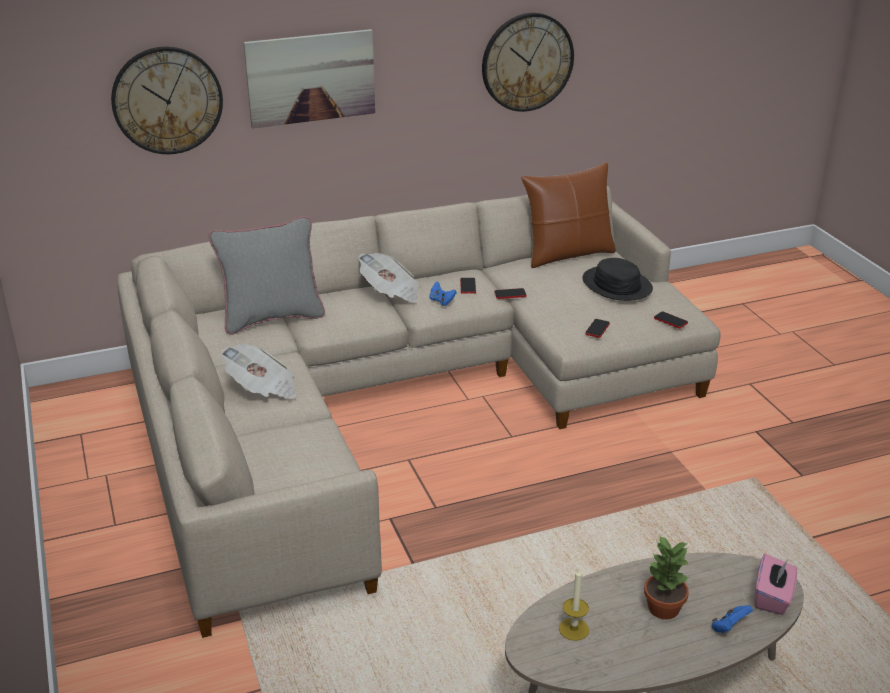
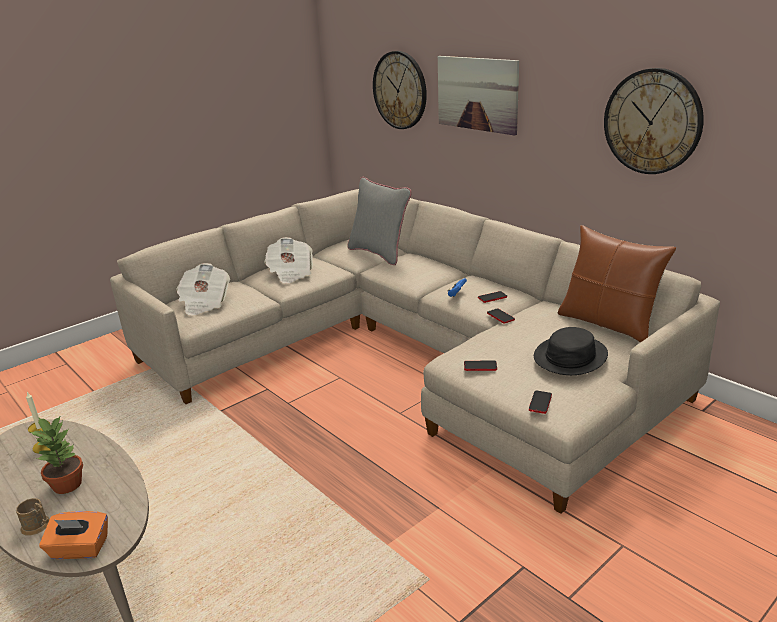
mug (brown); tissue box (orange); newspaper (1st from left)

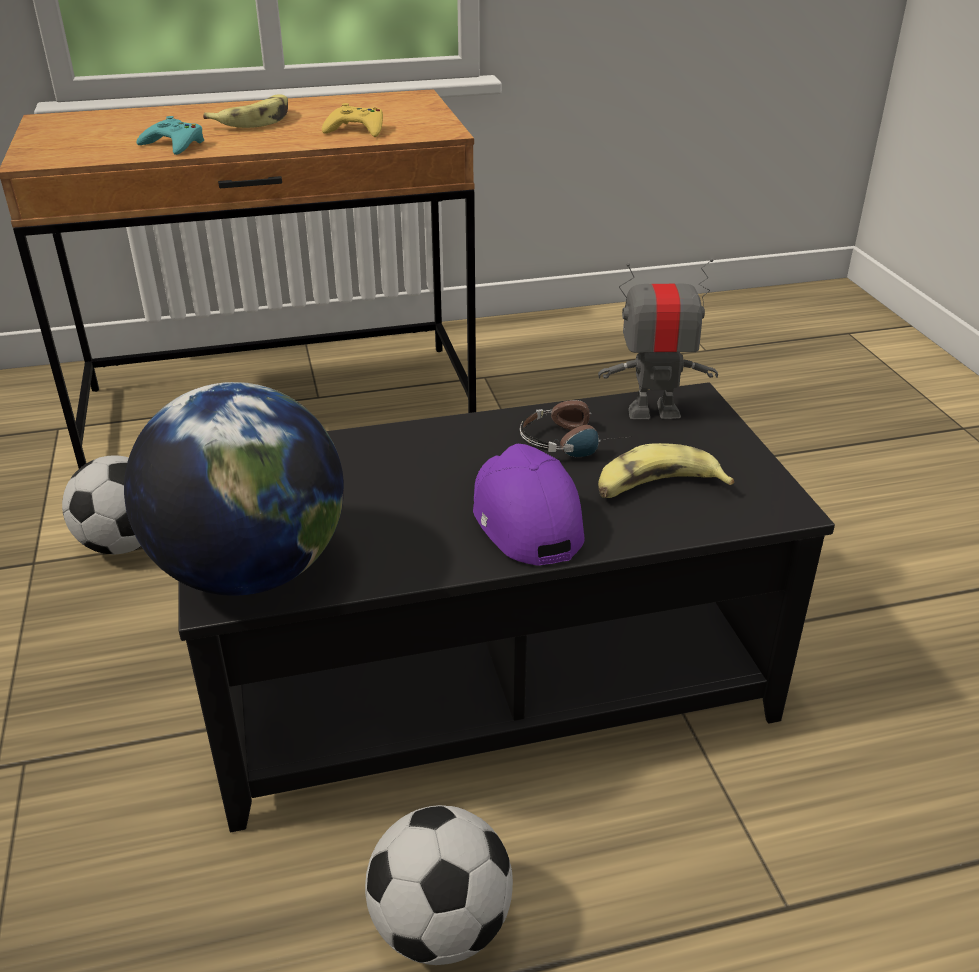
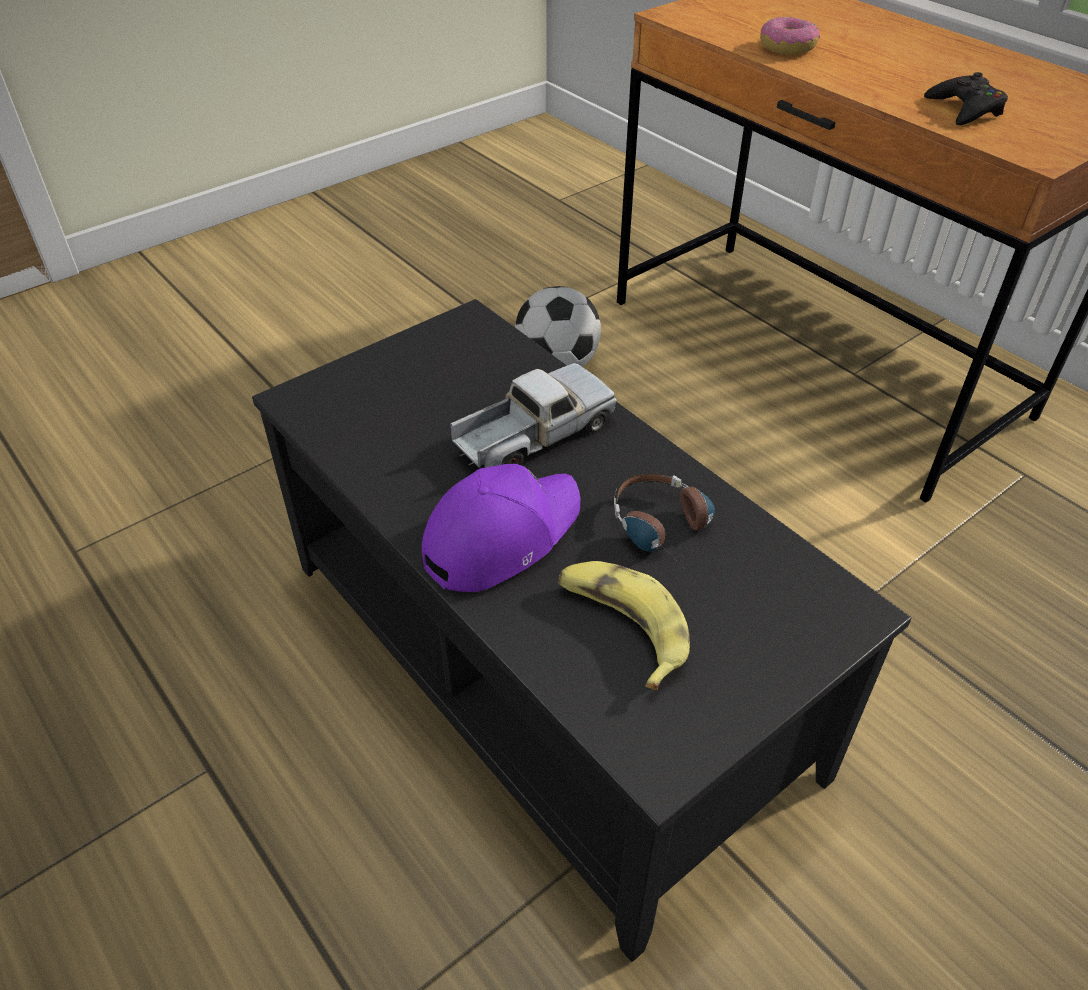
toy truck; donut; game controller (black); globe; banana (1st from left in the first image); football (2nd from left in the first image); toy robot

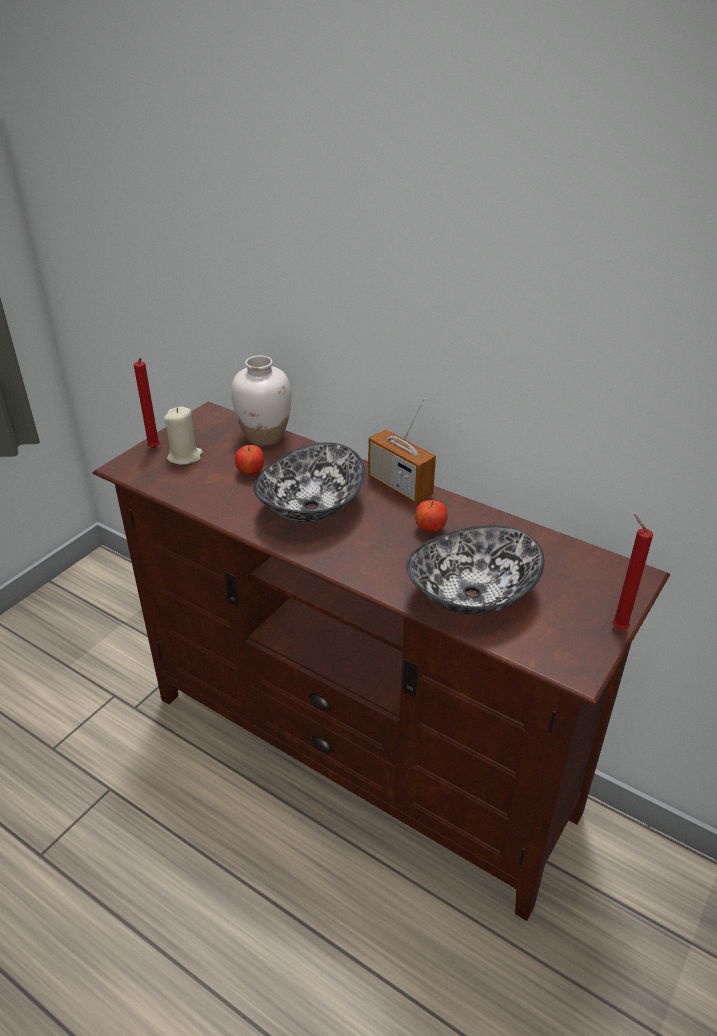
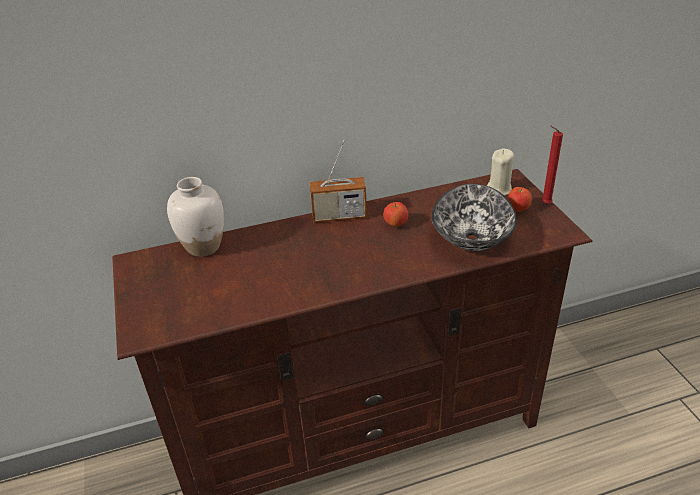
candle (beige); apple (2nd from left); candle (red) (1st from left in the first image); bowl (1st from left in the first image)

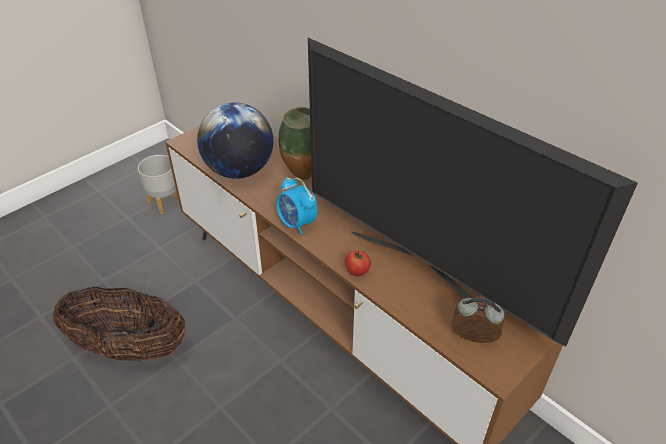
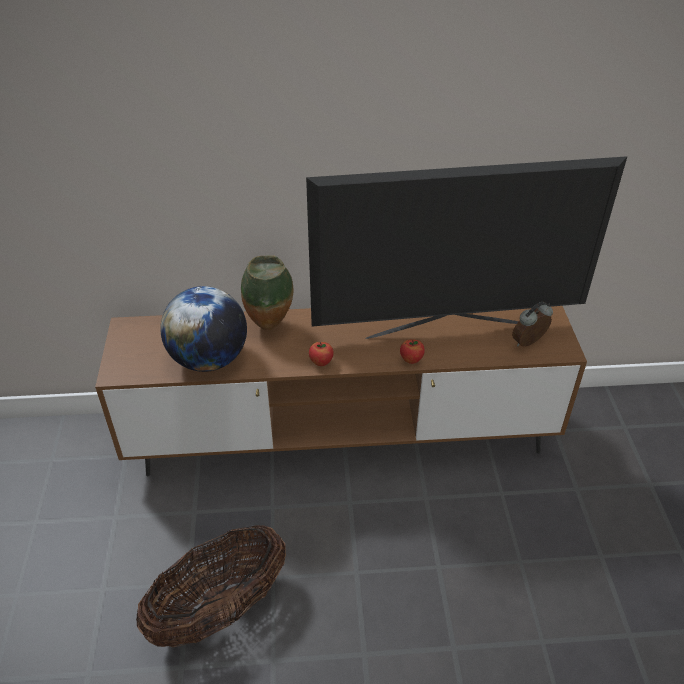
apple (1st from left); planter (grey)

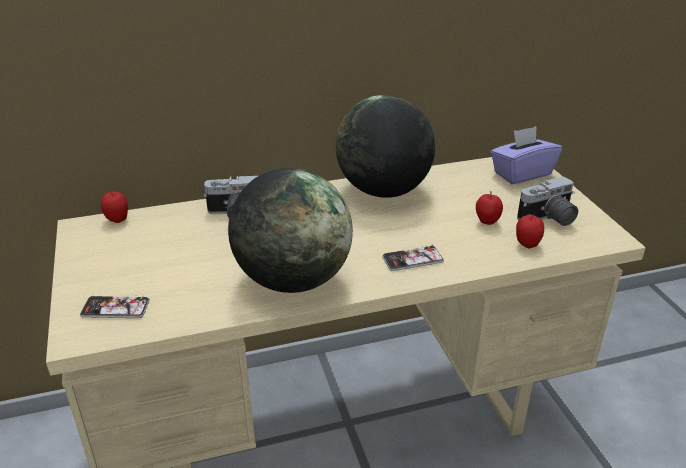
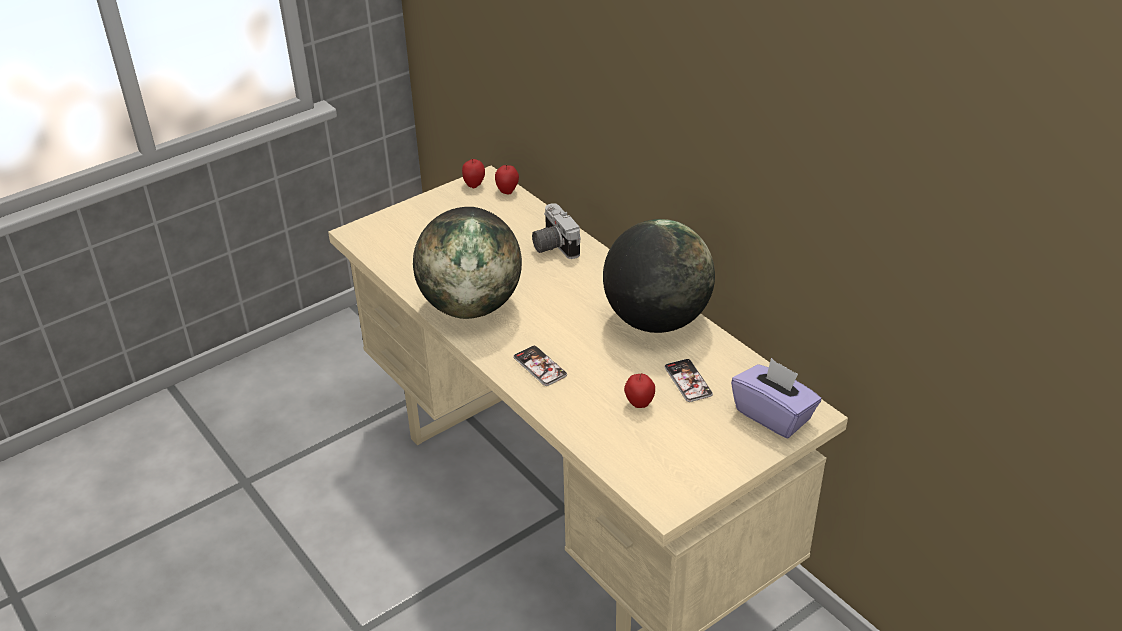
apple (1st from left); phone (2nd from left); photo camera (2nd from left in the first image)

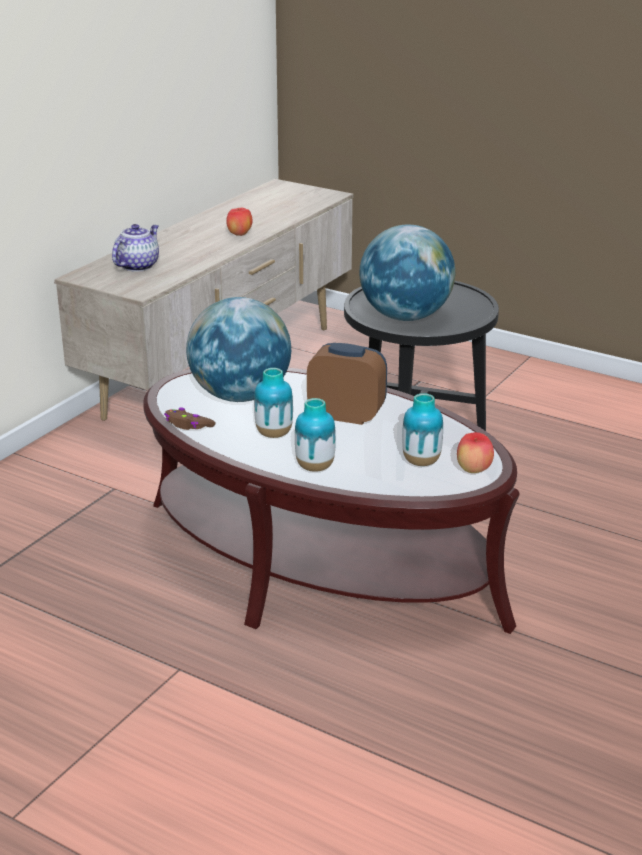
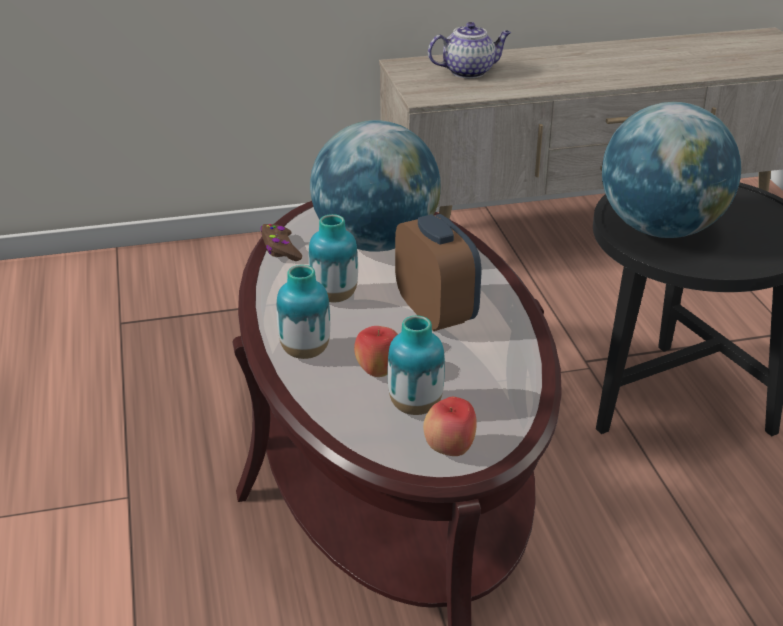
apple (1st from left)

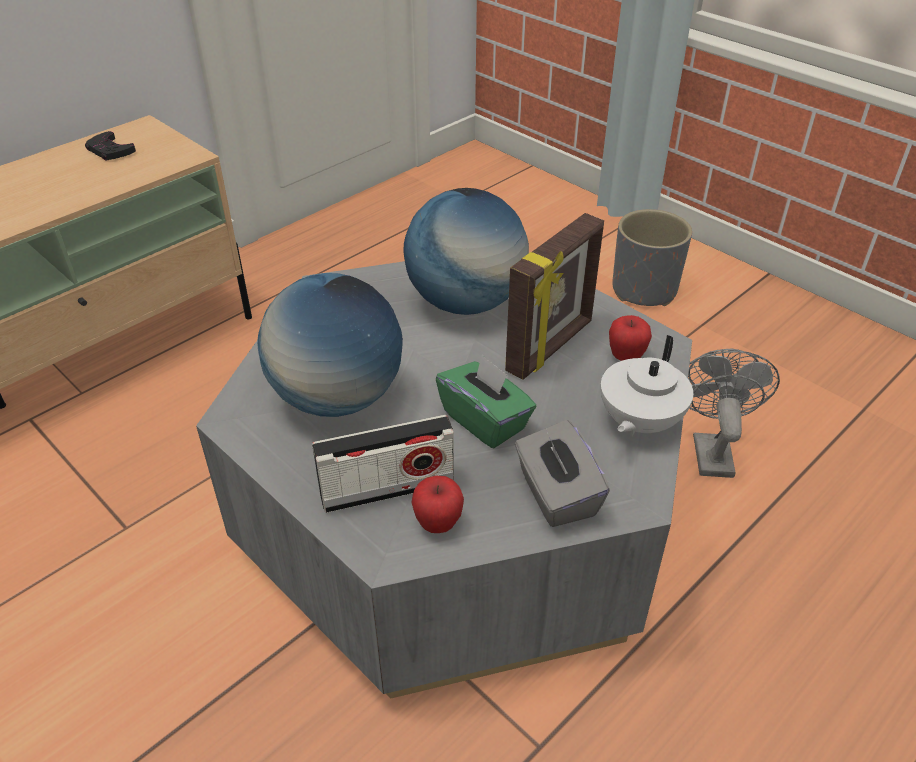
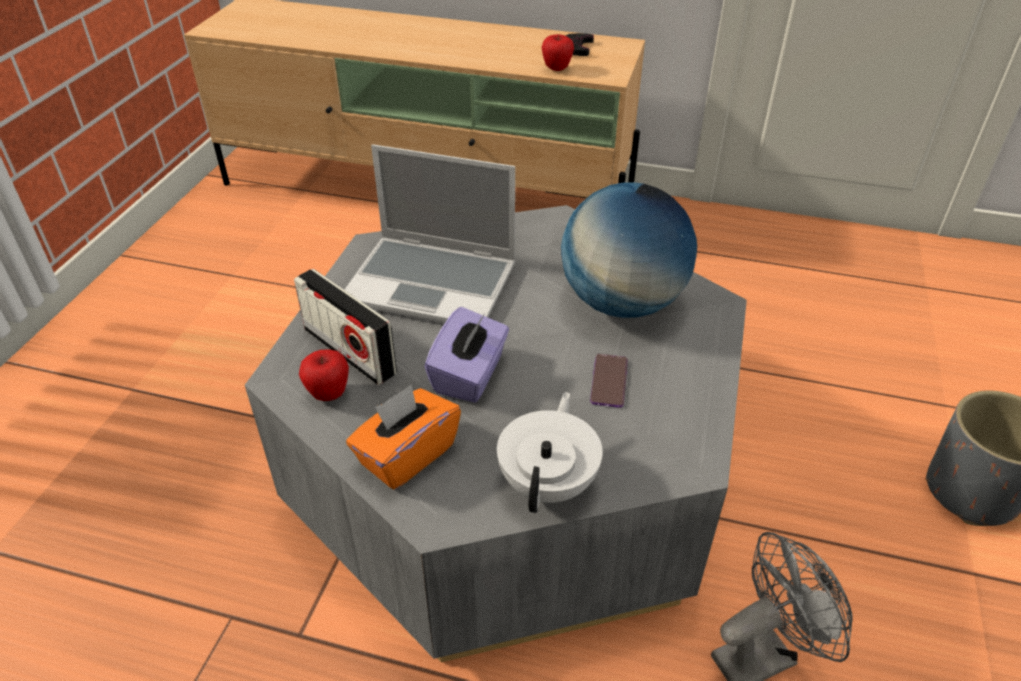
laptop; tissue box (orange); tissue box (purple); teapot (white); apple (2nd from left); phone

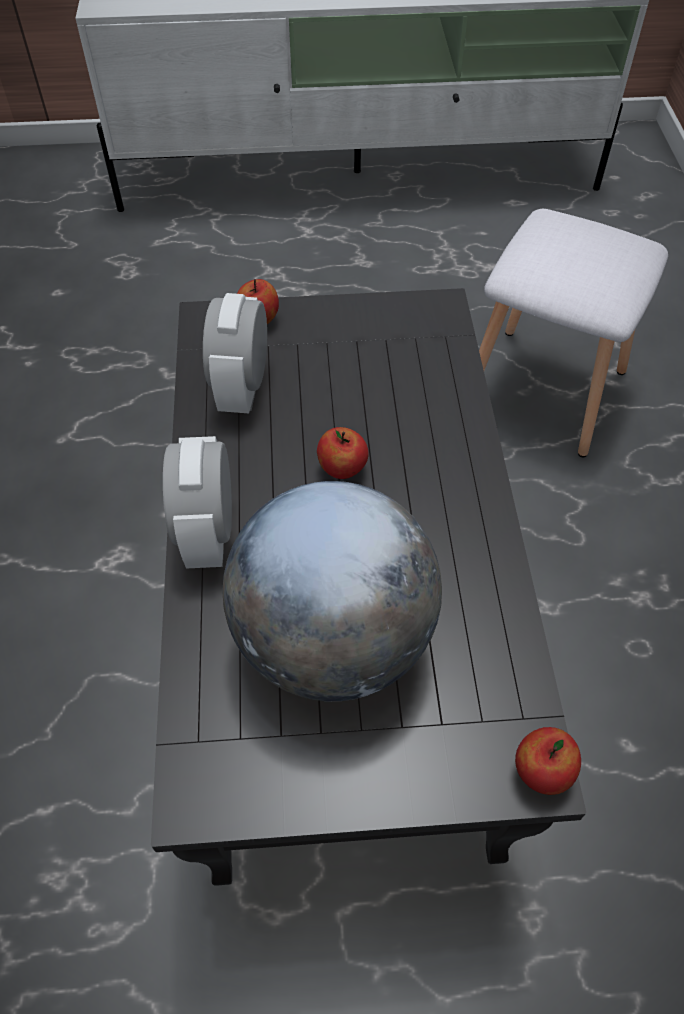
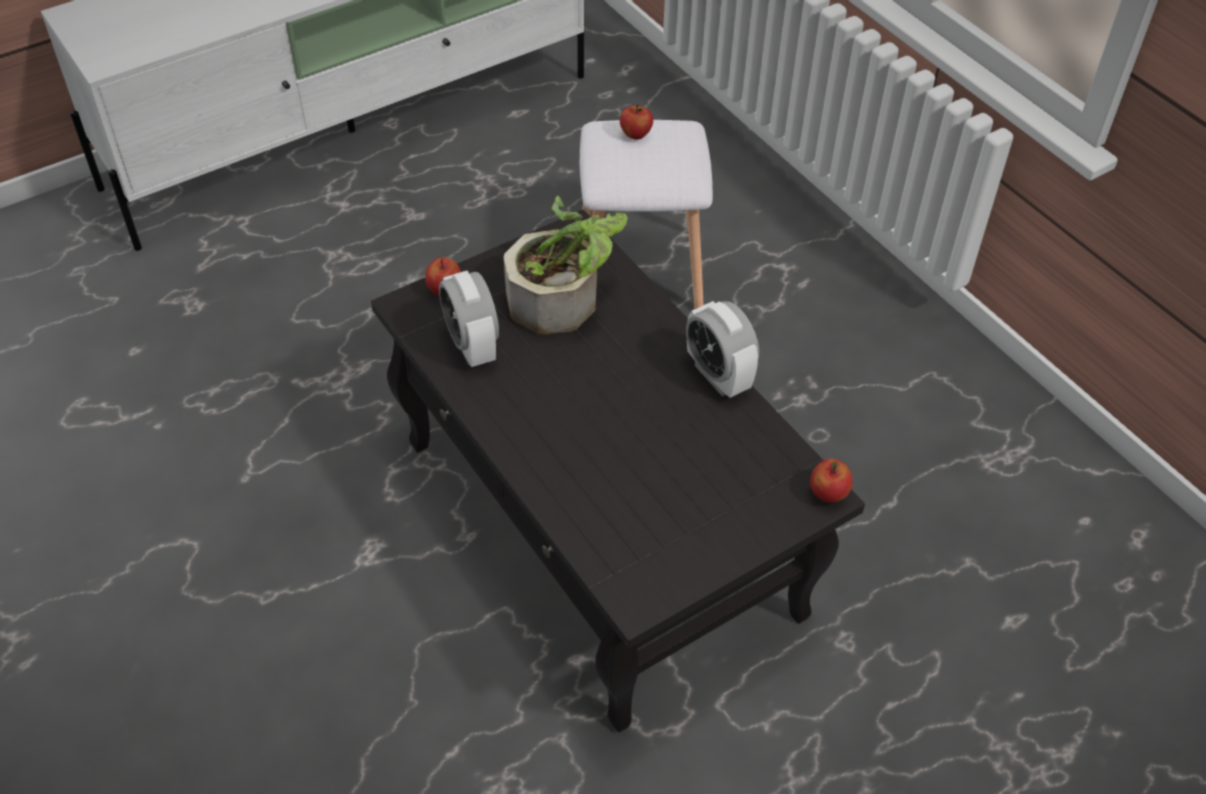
potted plant; apple (2nd from left); alarm clock (2nd from left); globe

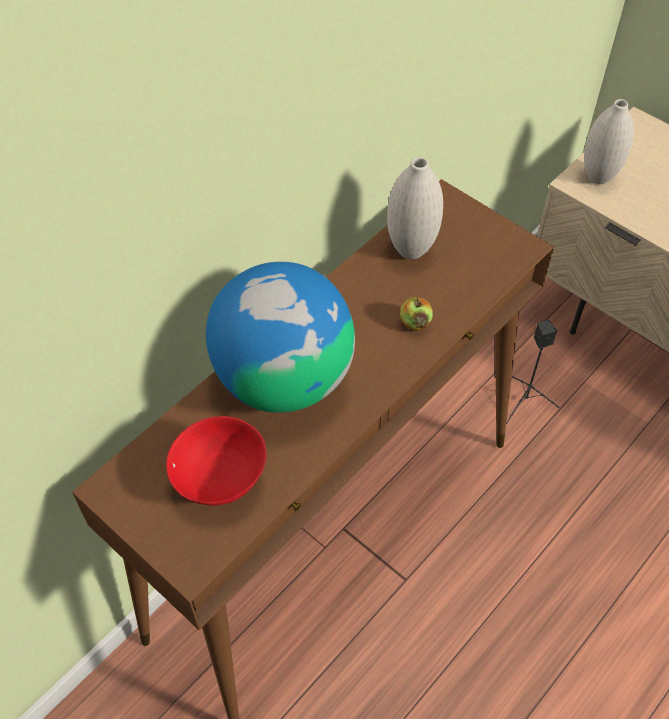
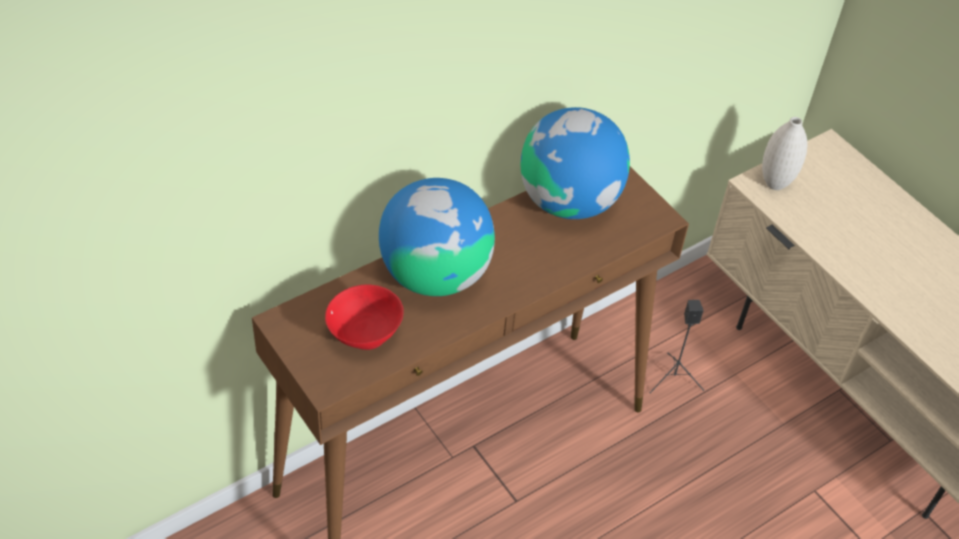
globe (2nd from left); apple

